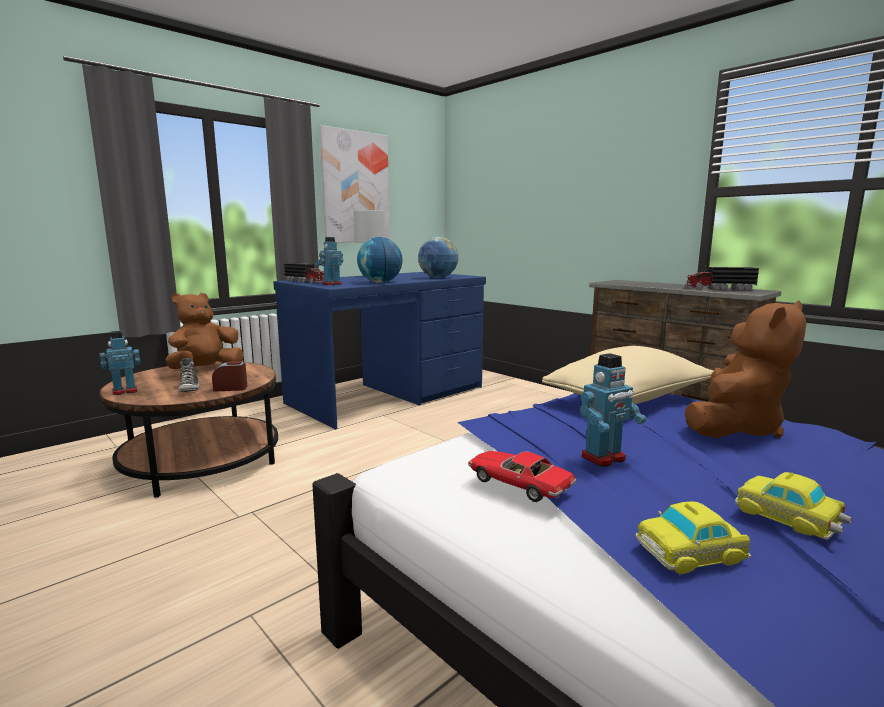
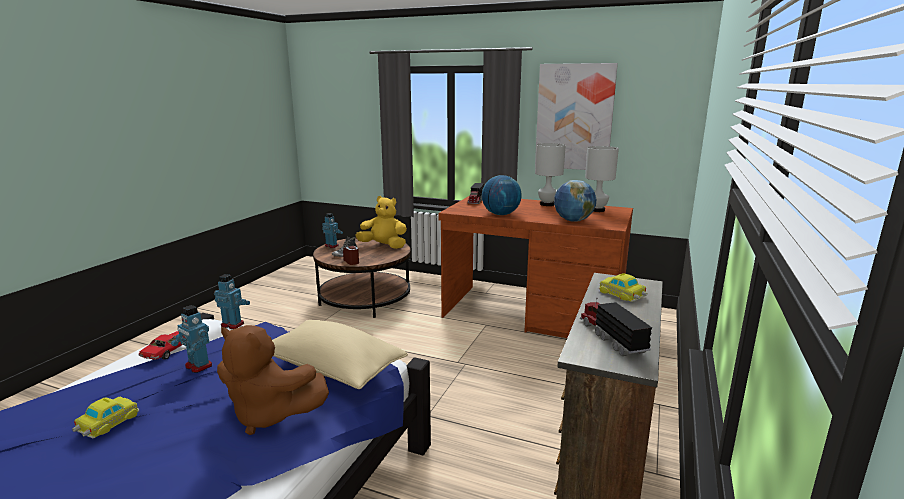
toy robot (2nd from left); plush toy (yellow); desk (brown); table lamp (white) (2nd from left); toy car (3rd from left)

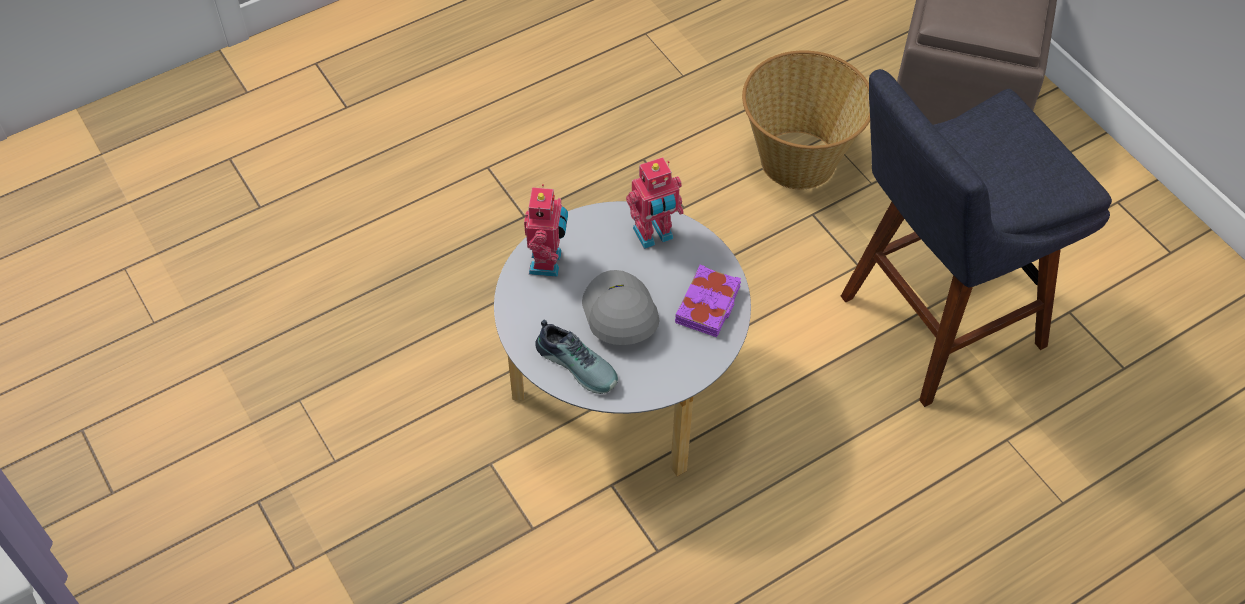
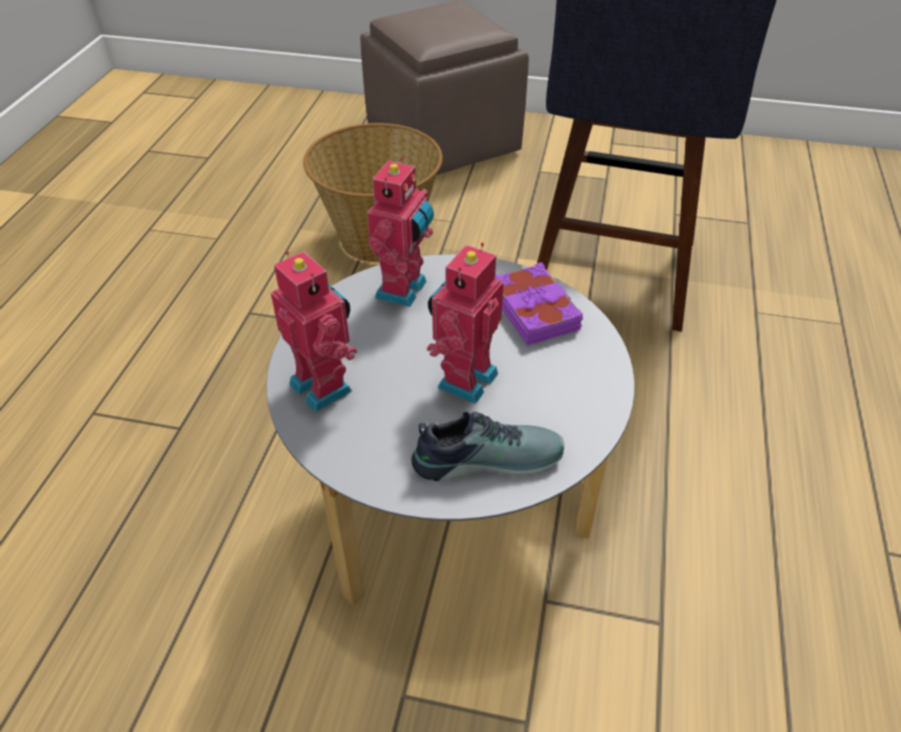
toy robot (3rd from left)

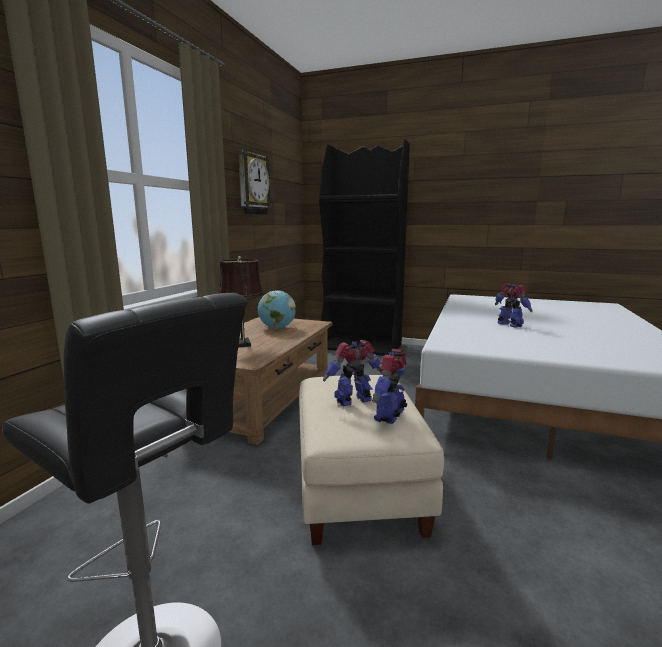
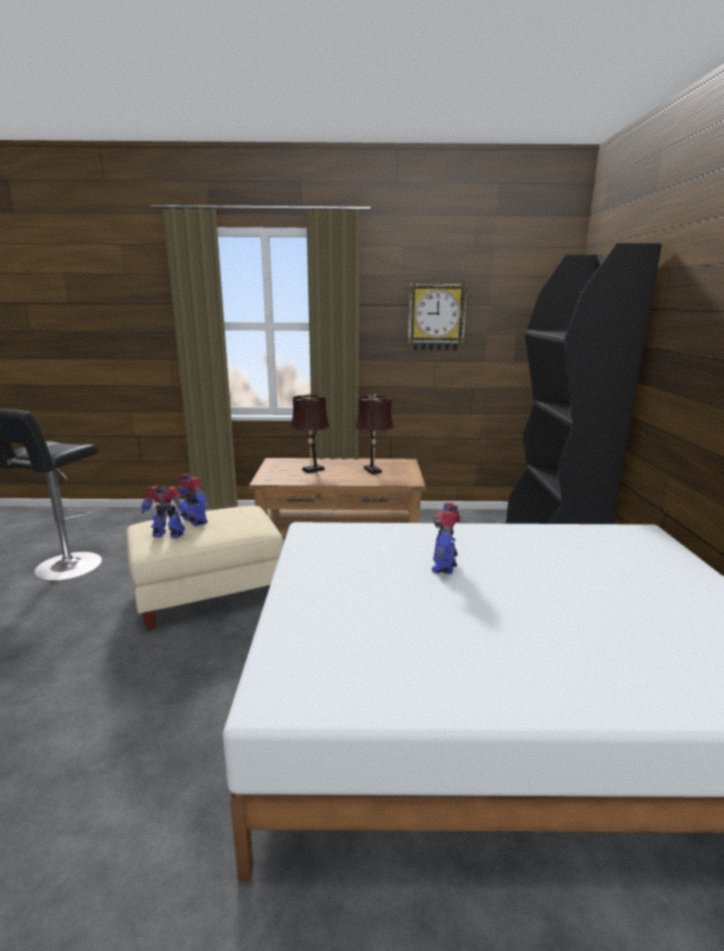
table lamp (brown) (2nd from left); toy robot (3rd from left)

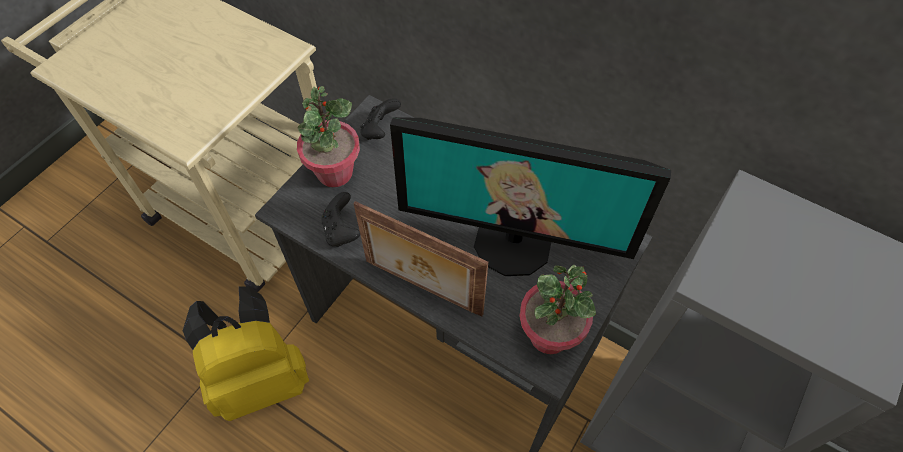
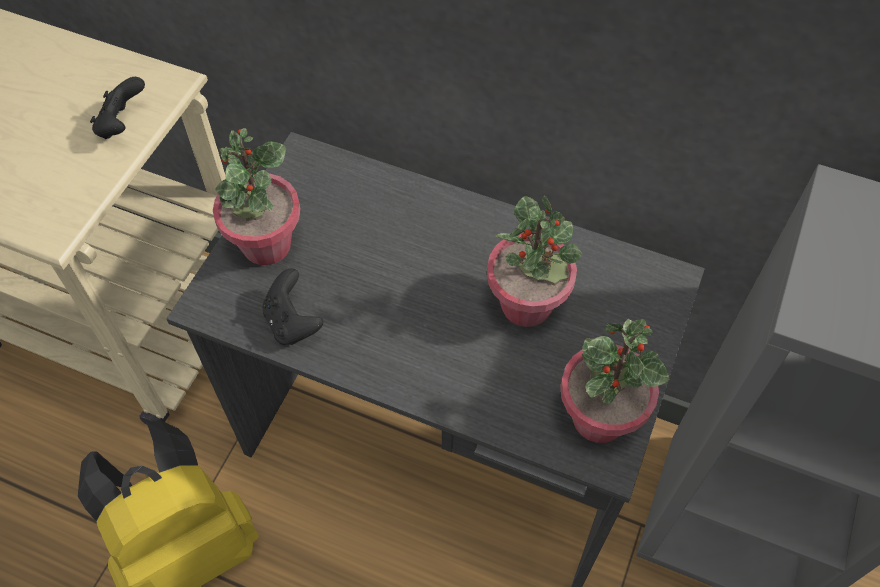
game controller (black) (1st from left); potted plant (2nd from left); picture frame

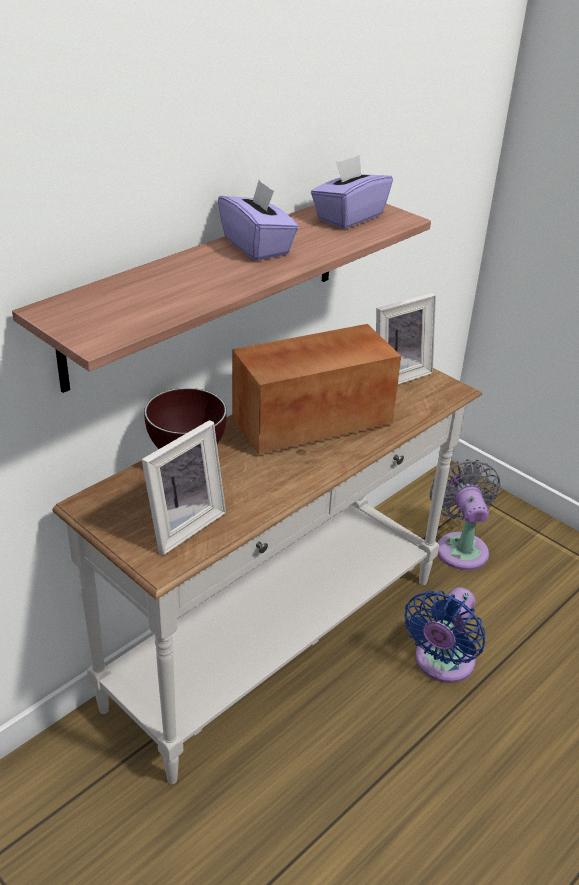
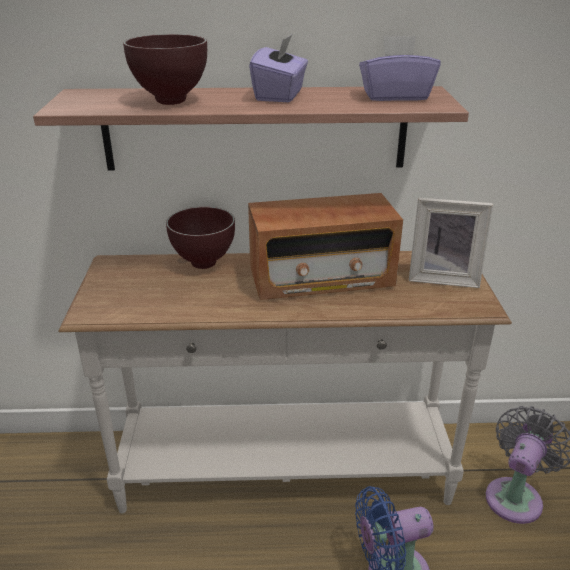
bowl (brown) (1st from left); radio; picture frame (1st from left in the first image)

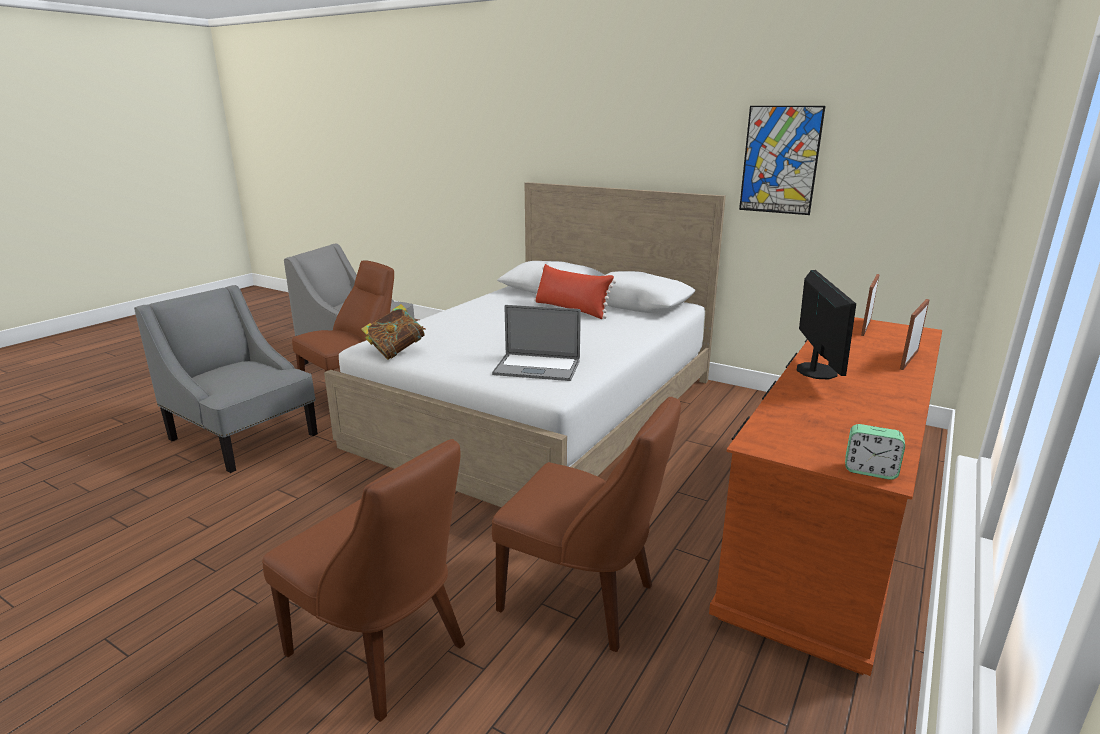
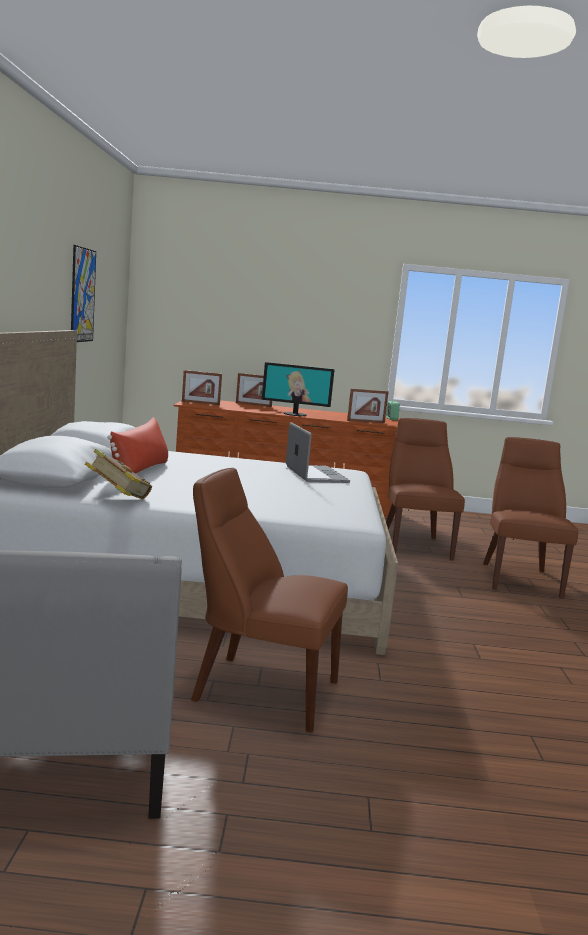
book; monitor; picture frame (3rd from left); armchair (grey) (1st from left in the first image)

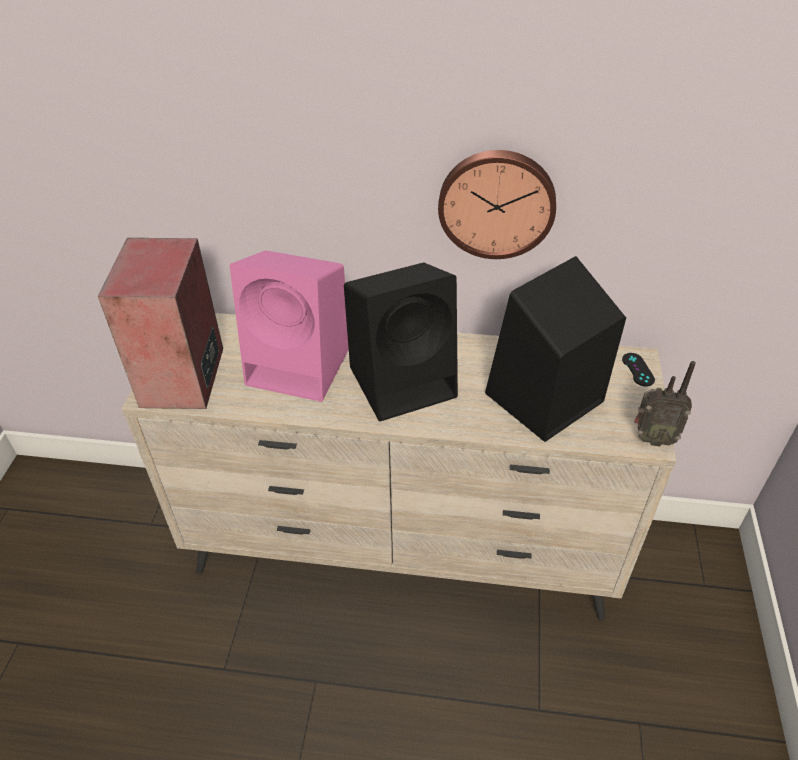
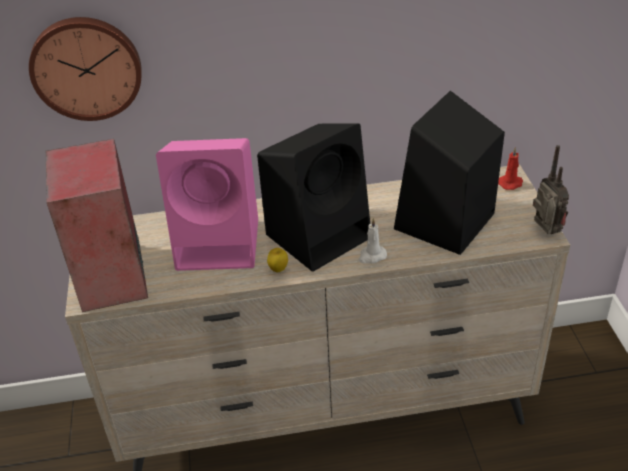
wall clock; apple; candle (white); candle (red); radio

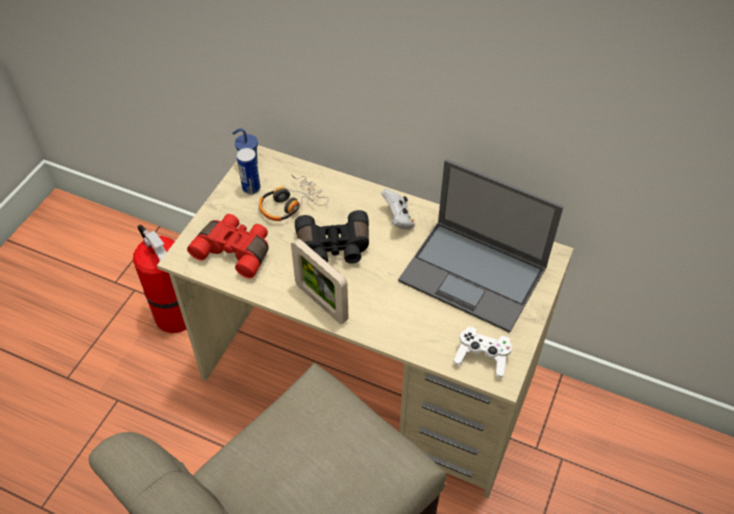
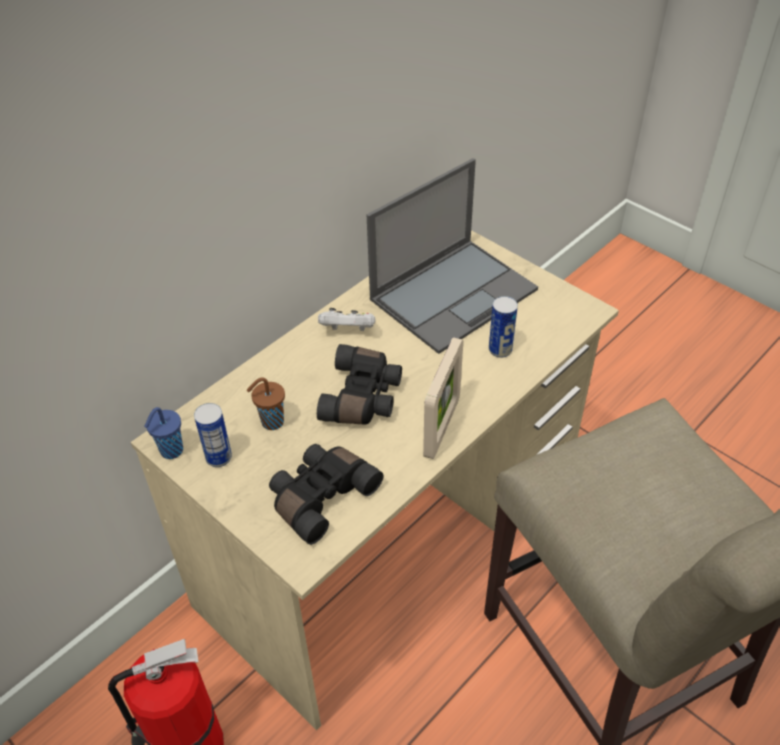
cup (brown); binoculars (black) (1st from left); picture frame; can (2nd from left); game controller (white) (2nd from left in the first image)

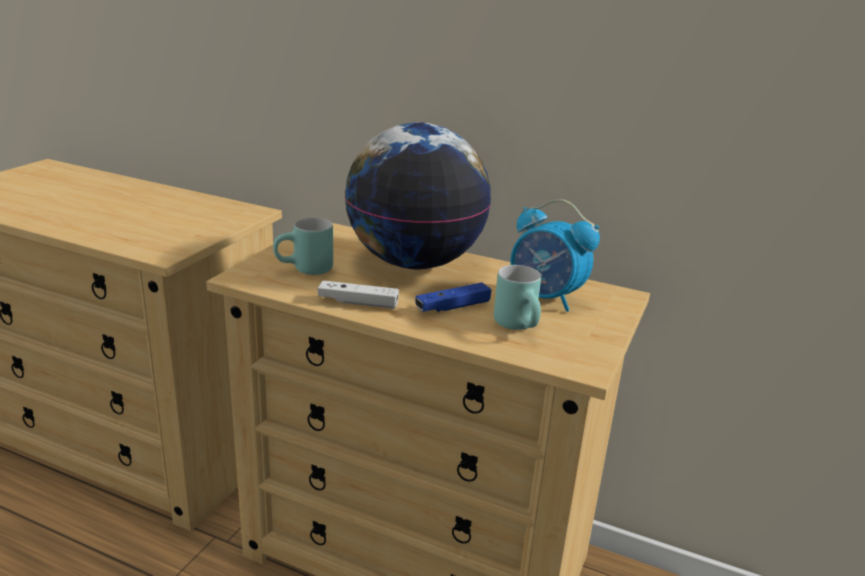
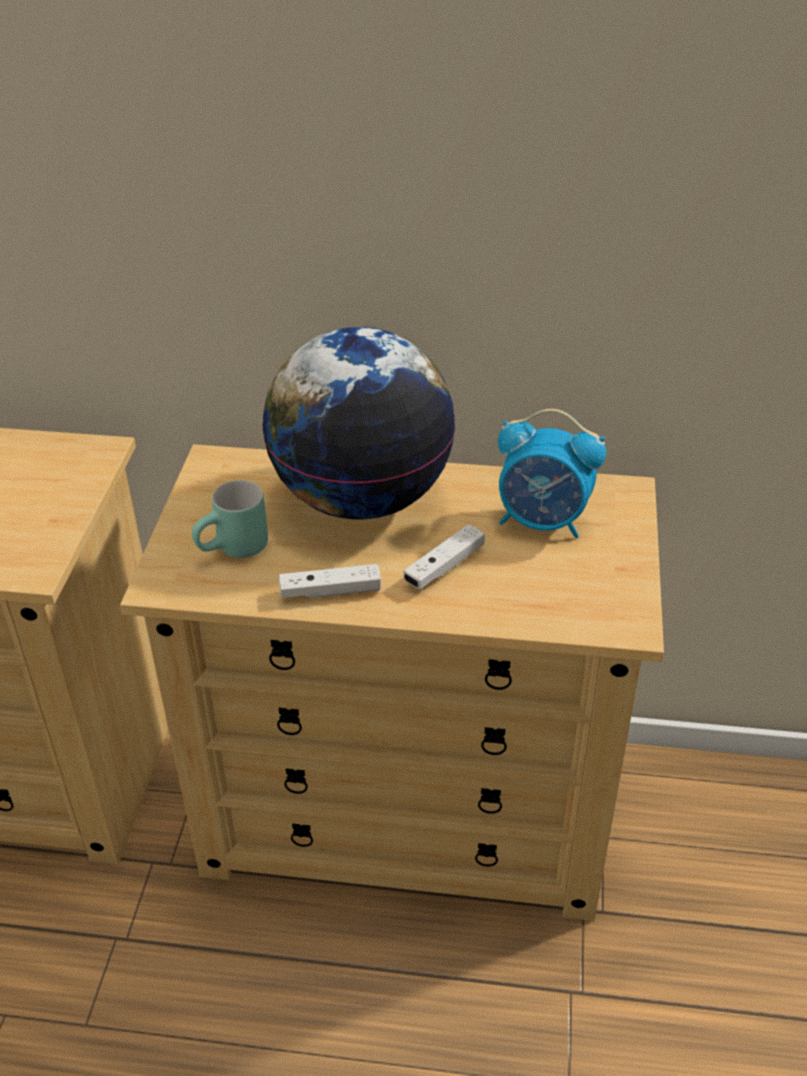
game controller (white) (2nd from left); mug (turquoise) (2nd from left in the first image)

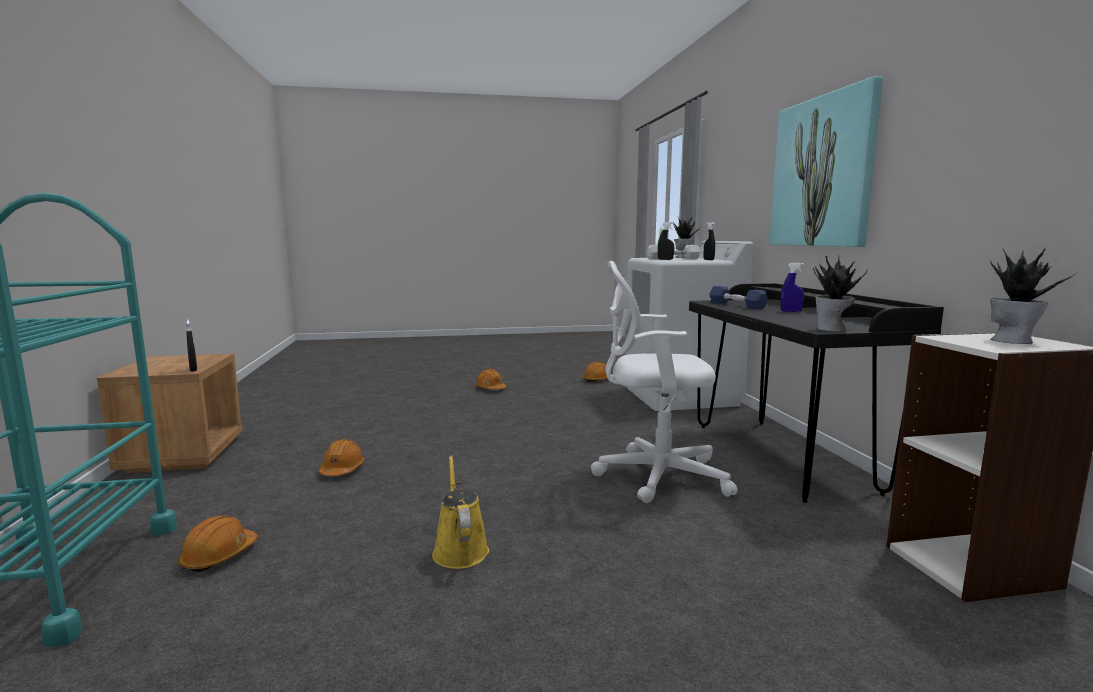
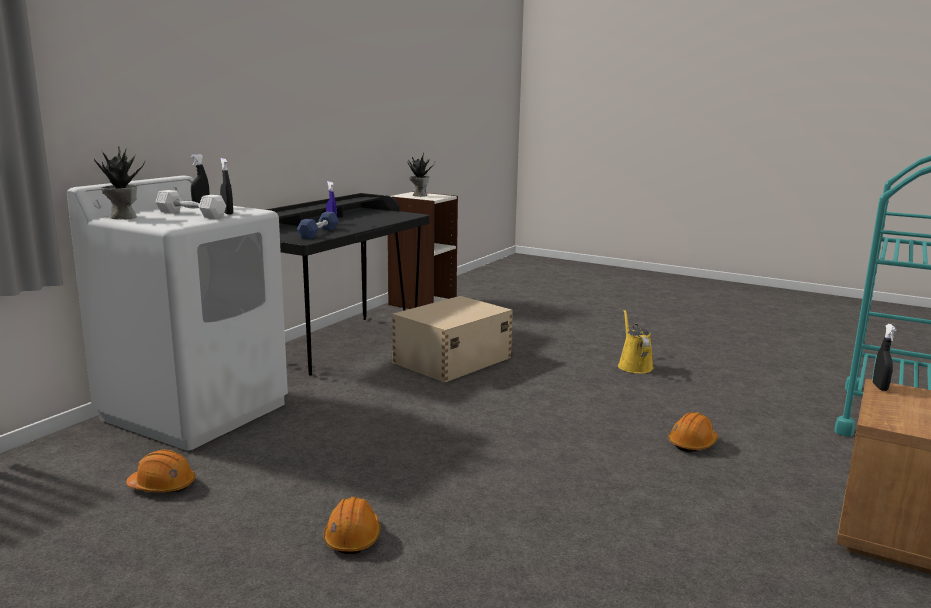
storage box (beige); watering can (yellow); hard hat (orange) (1st from left in the first image); picture; potted plant (2nd from left in the first image)

